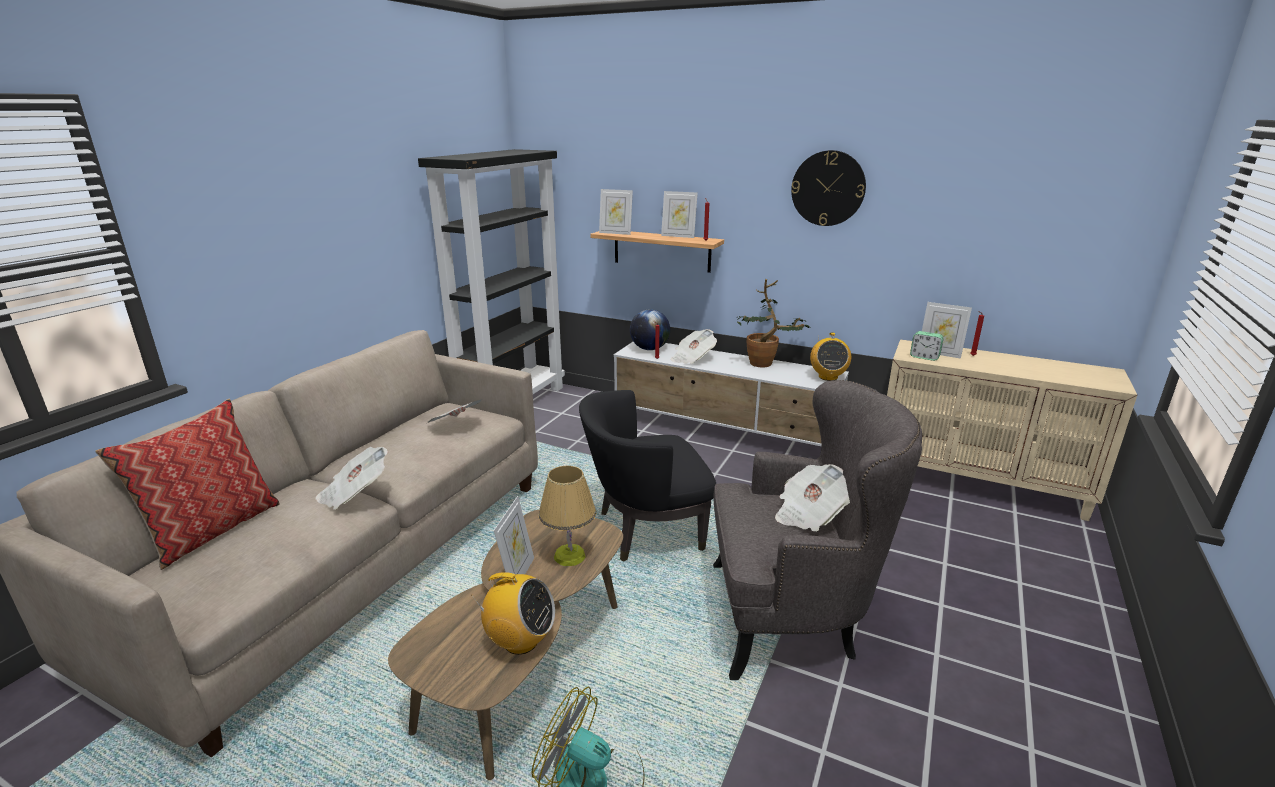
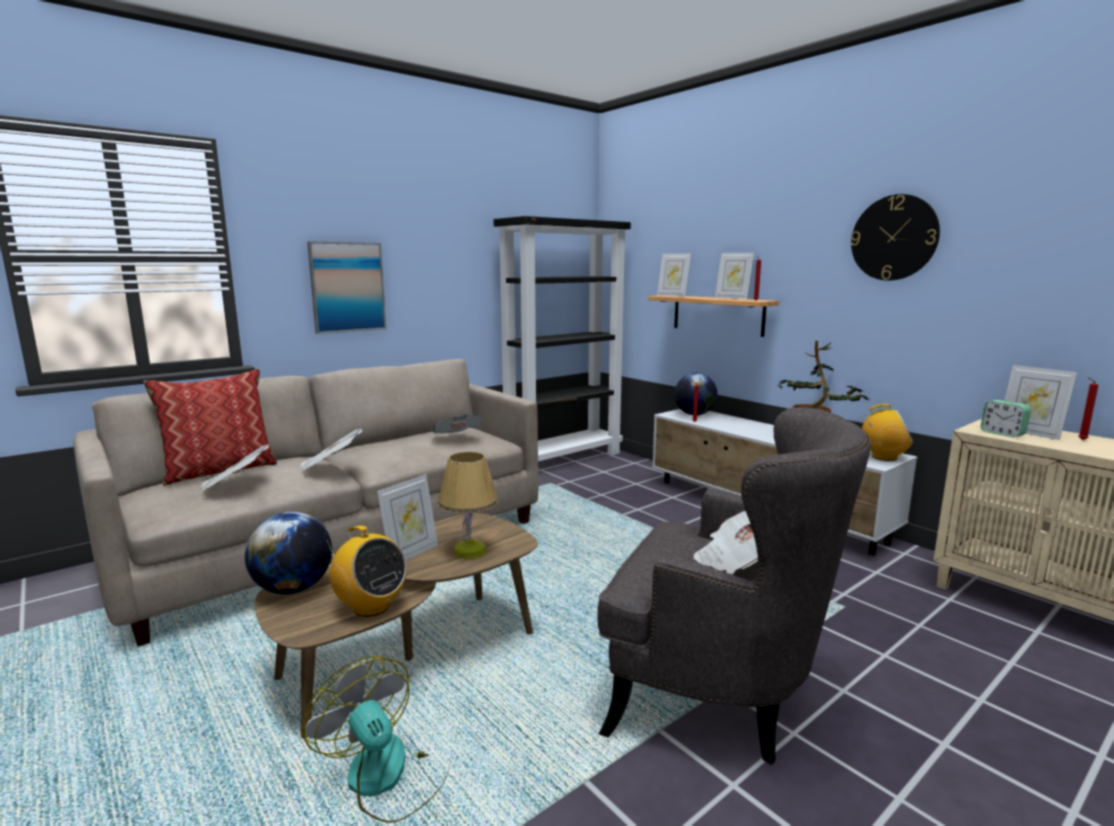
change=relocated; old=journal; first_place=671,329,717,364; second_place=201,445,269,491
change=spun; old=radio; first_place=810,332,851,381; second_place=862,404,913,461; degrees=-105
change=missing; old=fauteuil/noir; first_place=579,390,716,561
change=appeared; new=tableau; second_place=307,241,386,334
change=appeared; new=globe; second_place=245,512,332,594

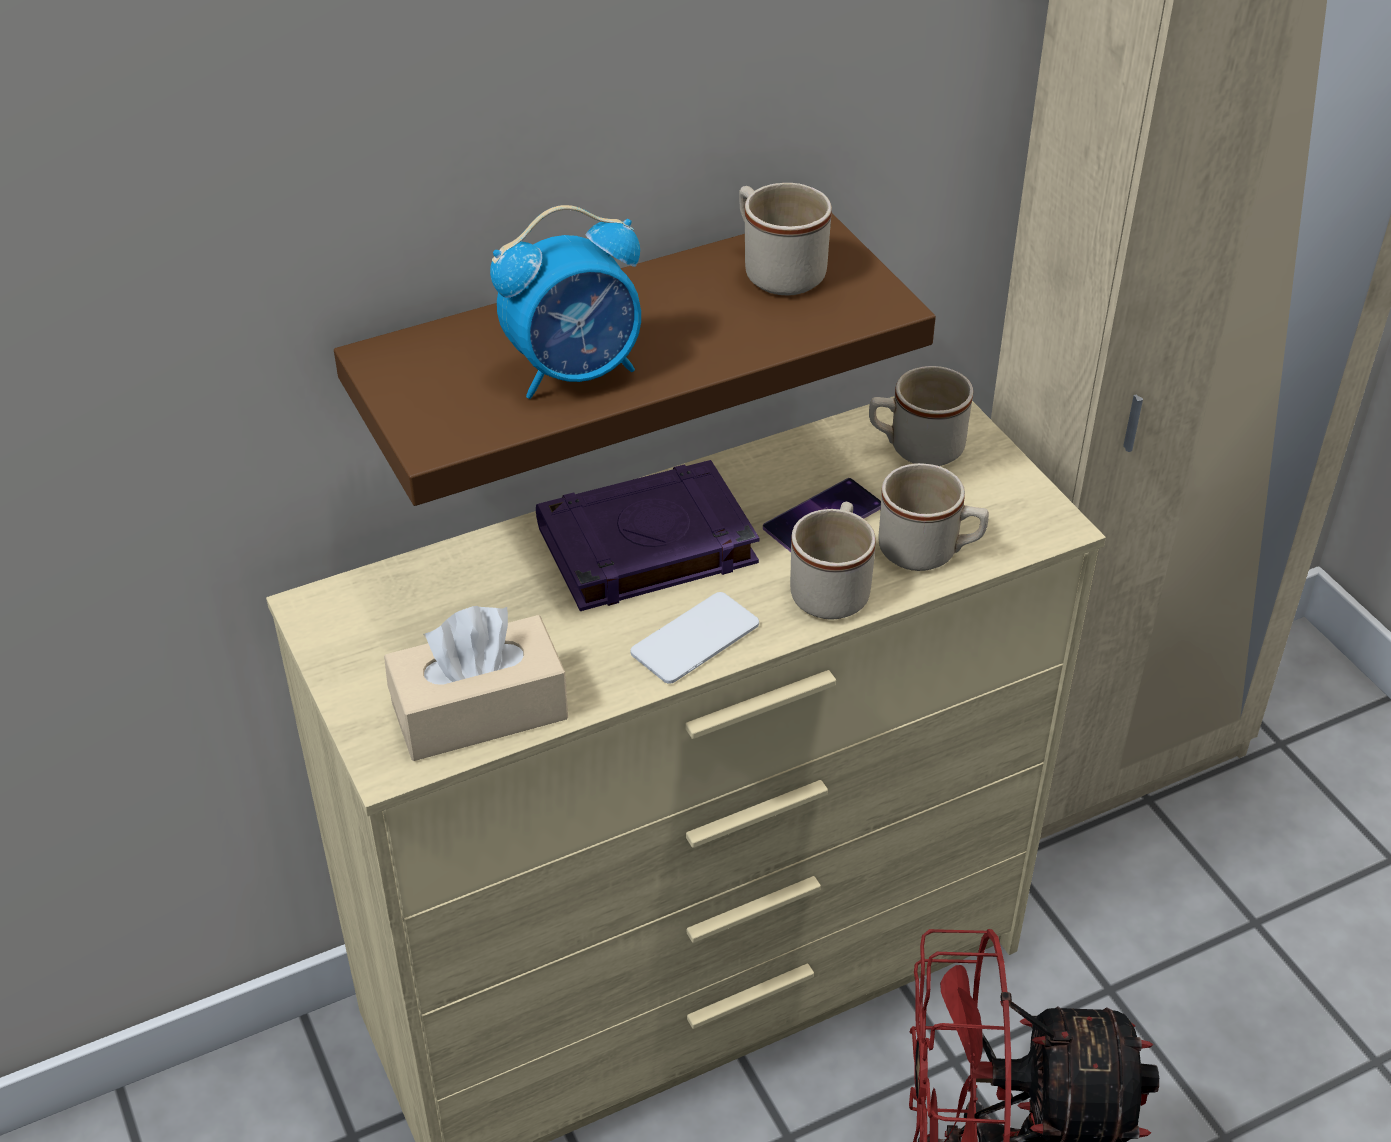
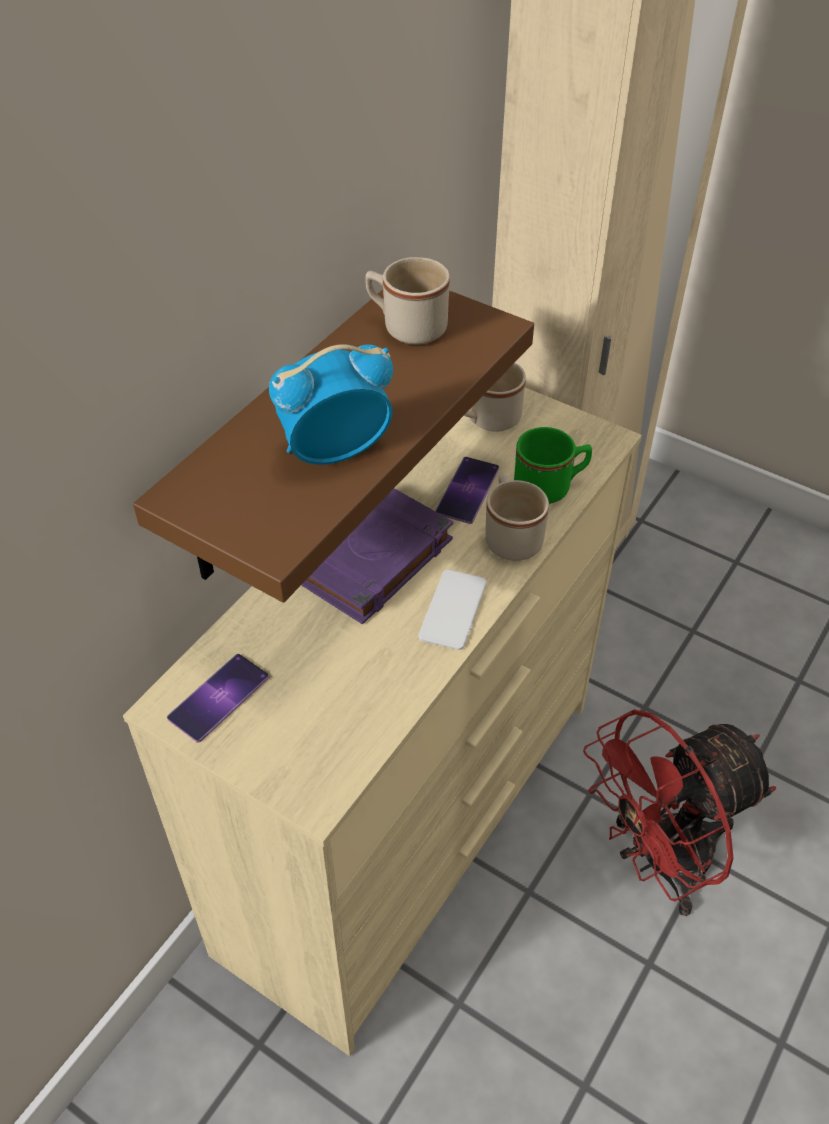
change=spun; old=réveil; first_place=490,205,641,399; second_place=269,344,393,465; degrees=-150
change=colour; old=mug/beige; new=mug/vert; first_place=879,463,989,571; second_place=514,427,592,504
change=missing; old=boîte à mouchoirs/beige; first_place=384,606,568,761
change=appeared; new=téléphone; second_place=167,654,269,742

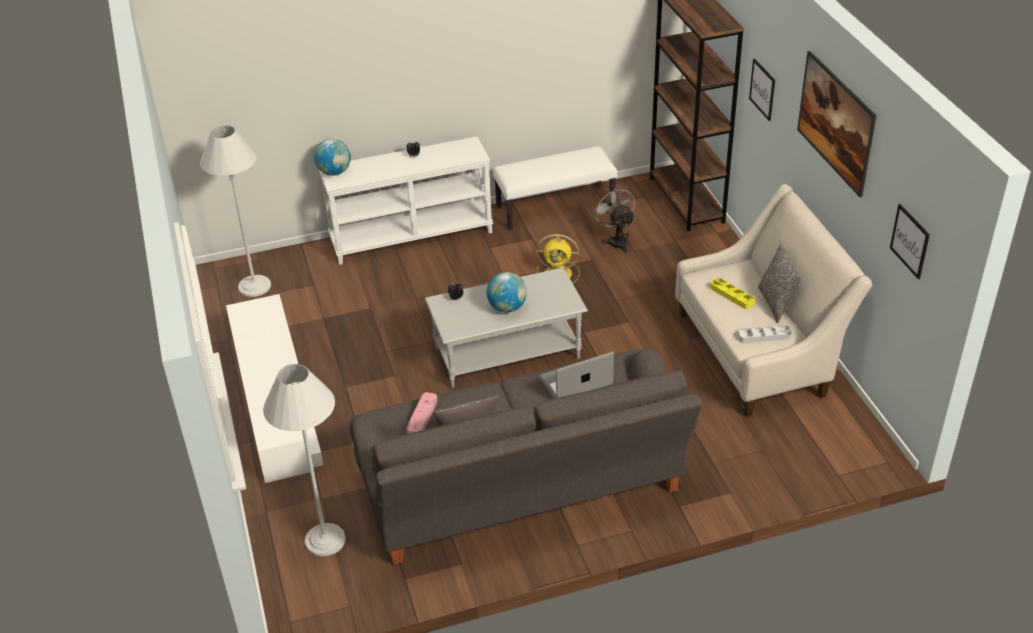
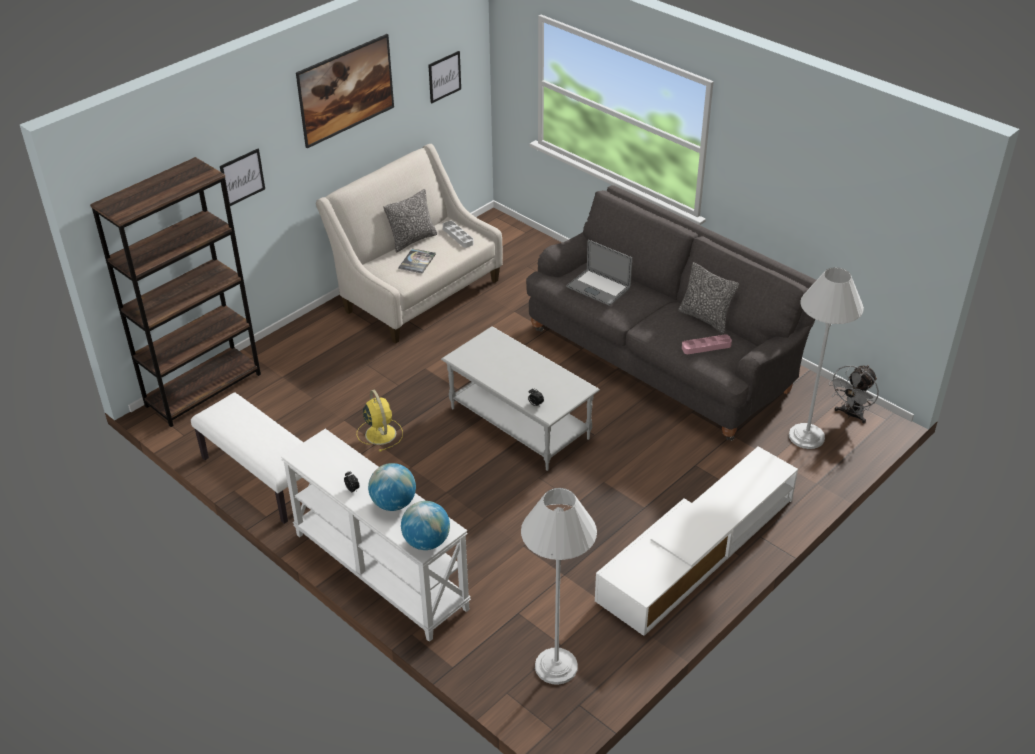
change=relocated; old=ventilateur/gris; first_place=592,185,635,253; second_place=829,365,879,424
change=relocated; old=globe; first_place=487,272,527,313; second_place=368,463,416,511
change=exchanged; old=plateau/jaune; new=livre; first_place=710,278,755,309; second_place=398,249,436,273

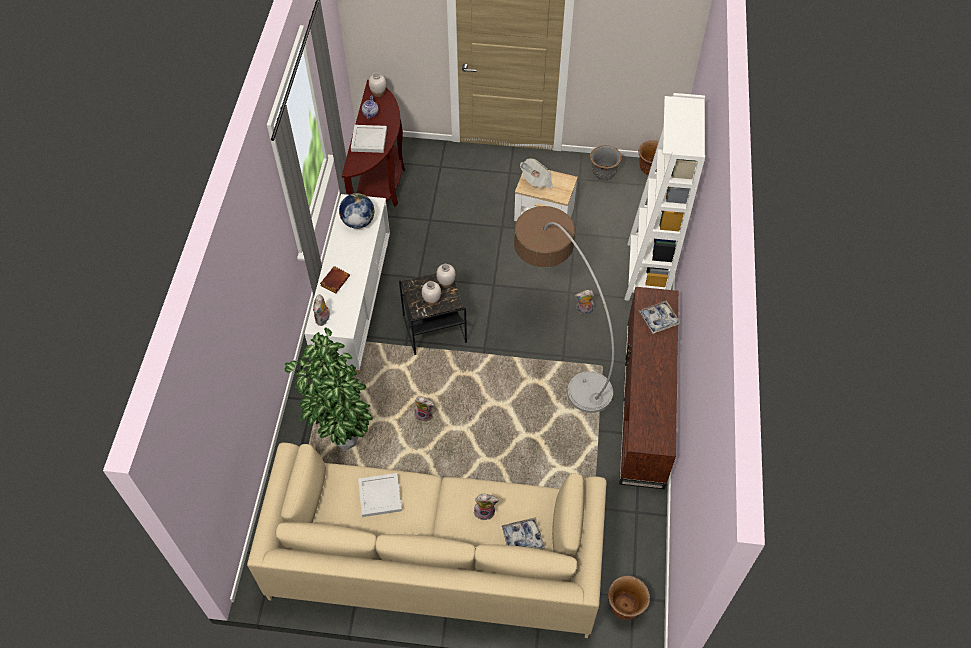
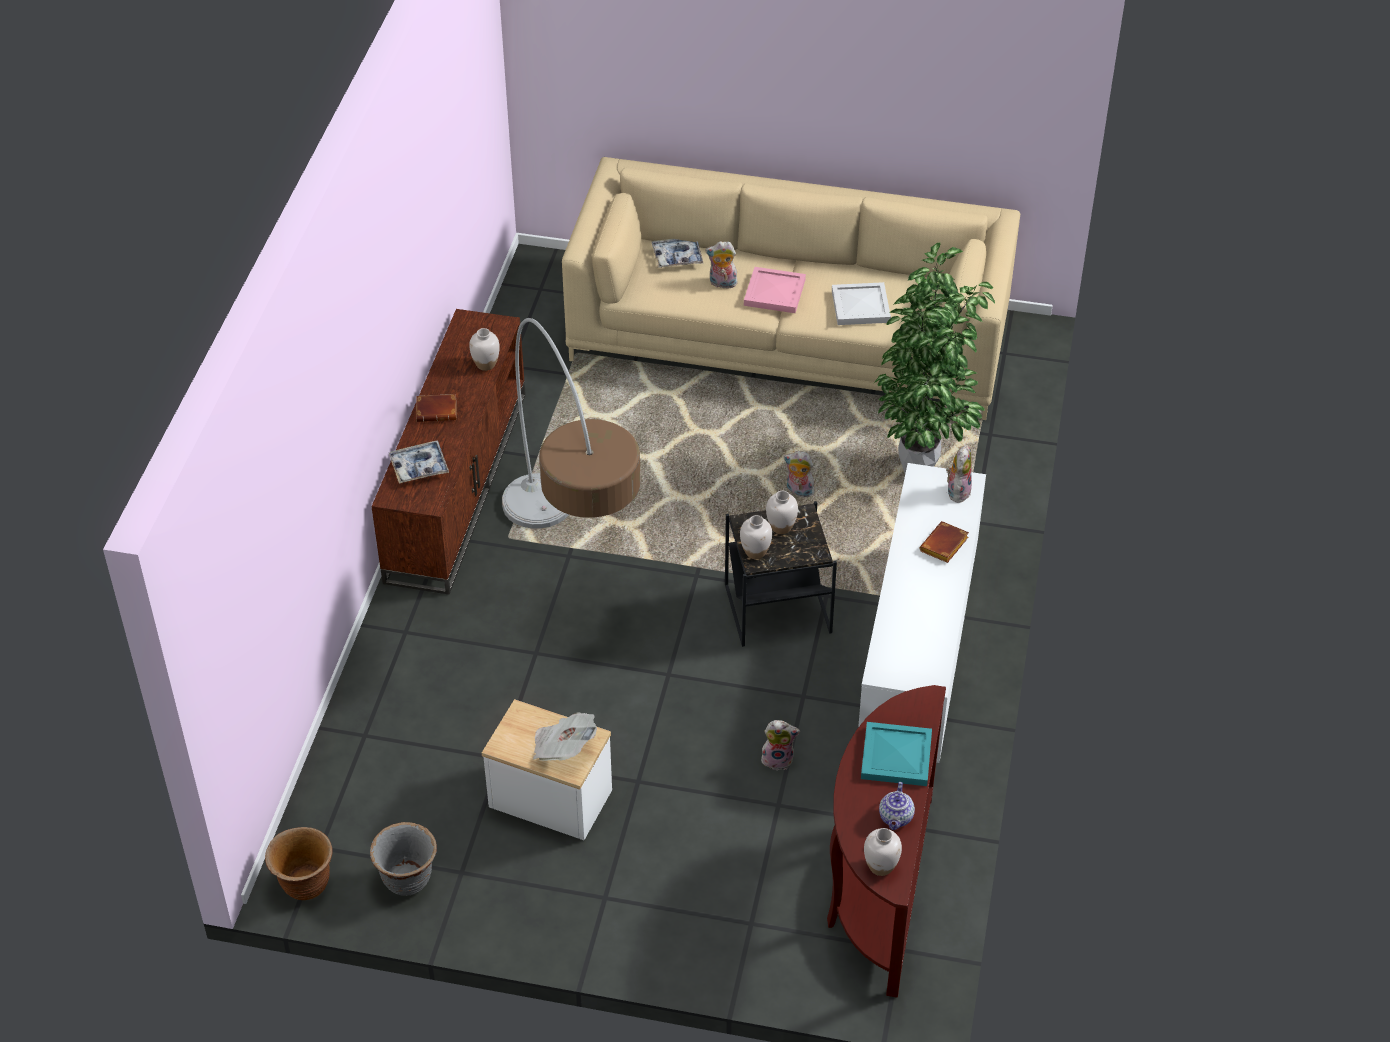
change=missing; old=bibliothèque/blanc; first_place=624,93,705,301
change=colour; old=plateau/blanc; new=plateau/turquoise; first_place=351,125,387,153; second_place=861,722,932,786
change=missing; old=globe; first_place=339,193,374,229
change=relocated; old=peluche; first_place=575,290,594,314; second_place=761,720,800,770
change=missing; old=cache-pot/marron; first_place=608,576,650,620
change=appeared; new=plateau/rose; second_place=744,267,806,313
change=appeared; new=vase/blanc; second_place=469,328,500,371
change=appeared; new=livre/marron; second_place=416,394,457,422

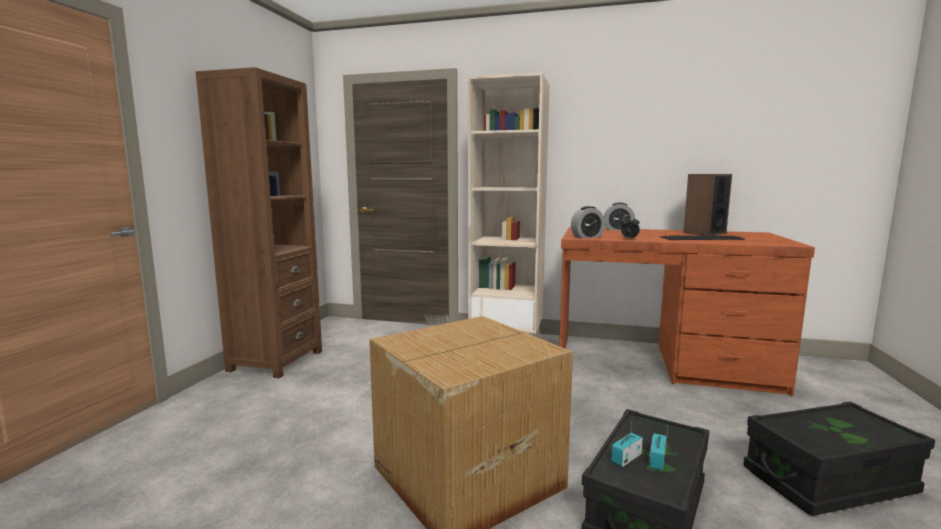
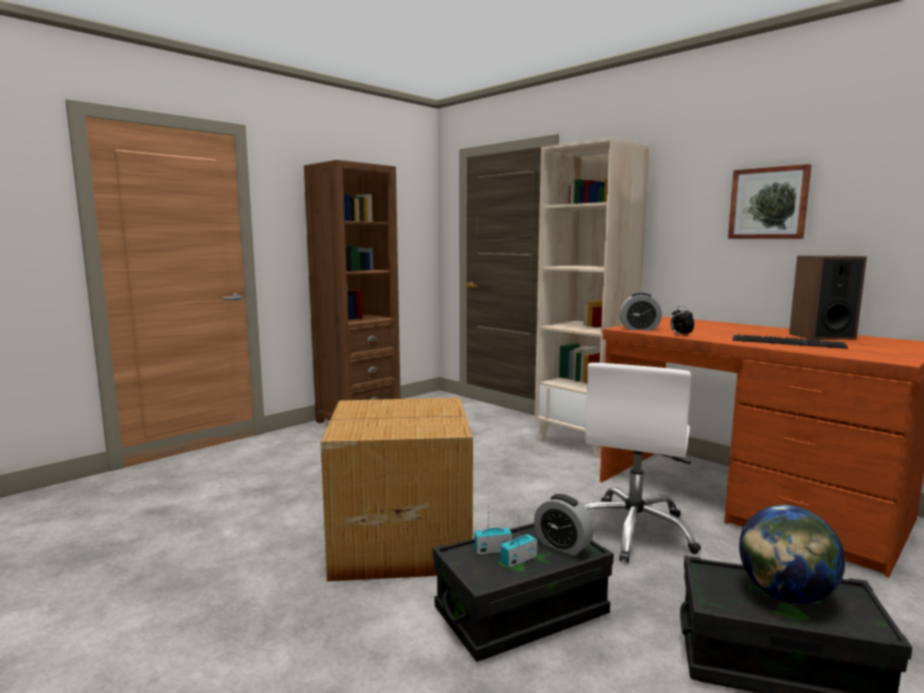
change=relocated; old=réveil; first_place=604,203,635,230; second_place=534,494,594,556
change=appeared; new=tableau; second_place=728,164,812,239
change=appeared; new=chaise de bureau/blanc; second_place=584,363,701,563
change=appeared; new=globe; second_place=739,505,845,604

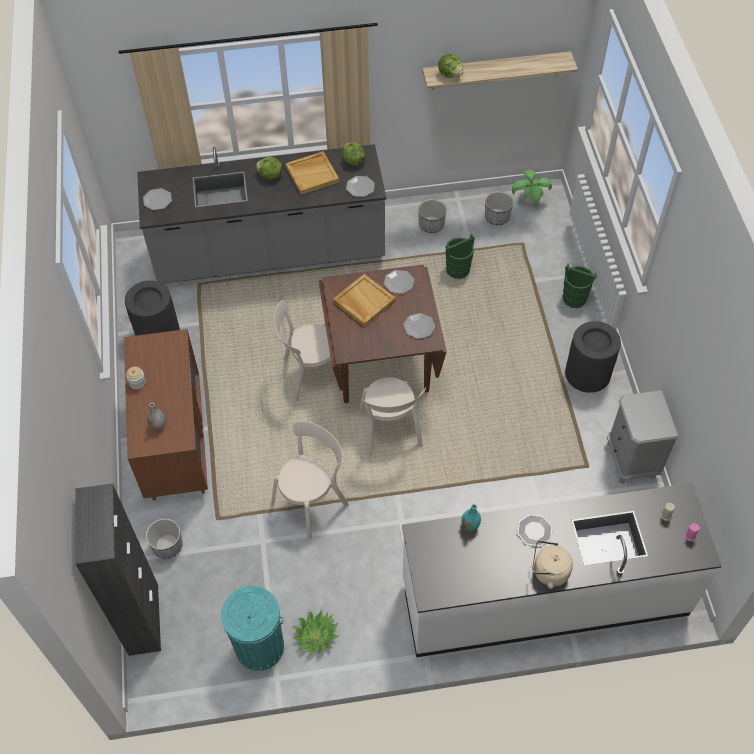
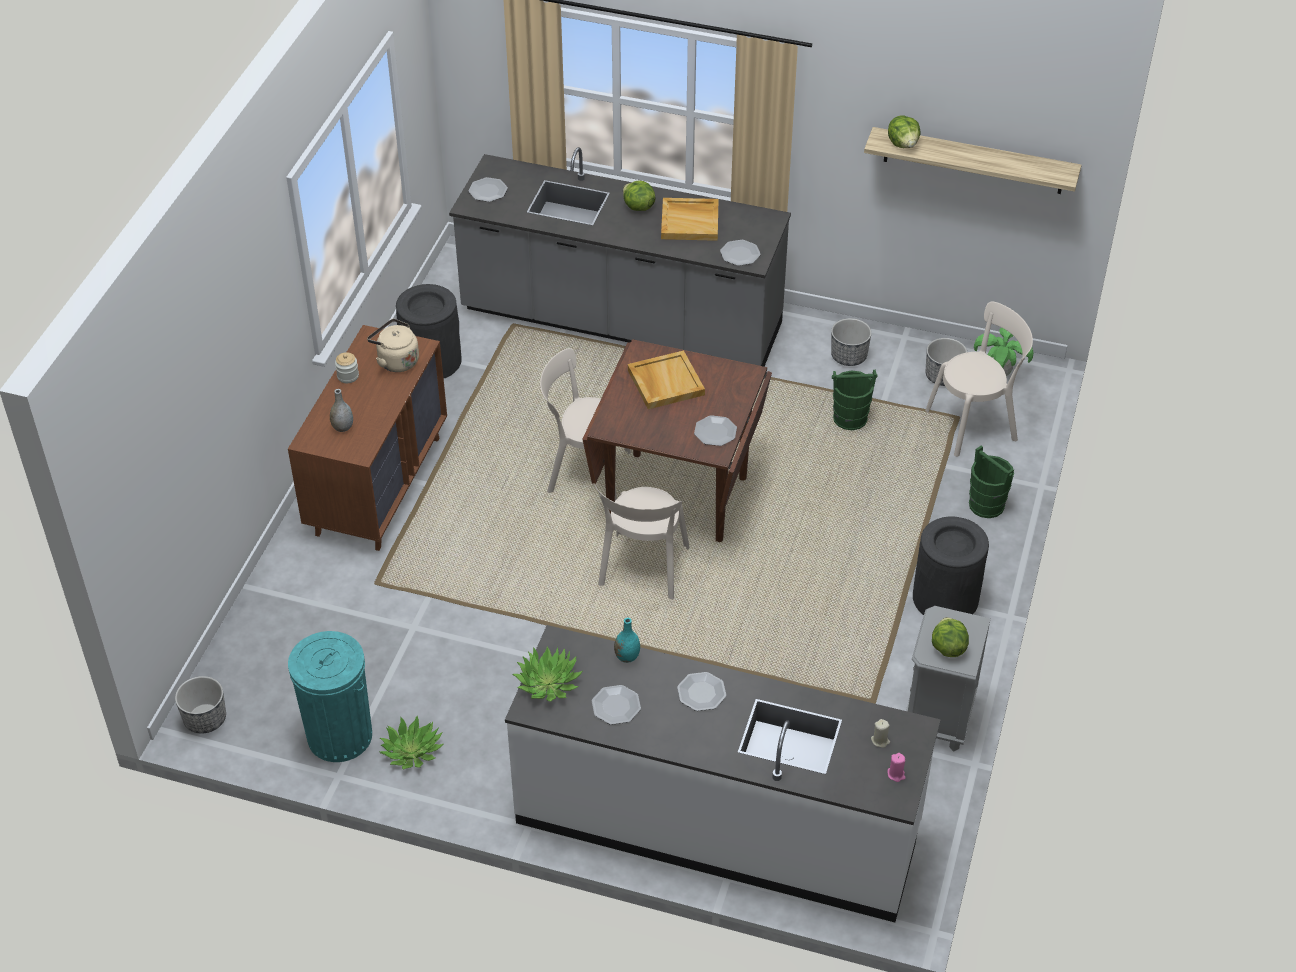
change=relocated; old=laitue; first_place=342,142,366,166; second_place=932,617,969,657
change=relocated; old=assiette; first_place=384,270,414,294; second_place=592,685,641,725
change=relocated; old=chaise/beige; first_place=271,421,349,540; second_place=925,302,1033,457
change=missing; old=meuble de rangement/noir; first_place=75,483,161,656
change=relocated; old=cache-pot; first_place=146,518,183,559; second_place=175,676,226,734
change=relocated; old=bouilloire/beige; first_place=532,541,573,589; second_place=367,319,419,372
change=appeared; new=plante en pot; second_place=512,646,583,702

